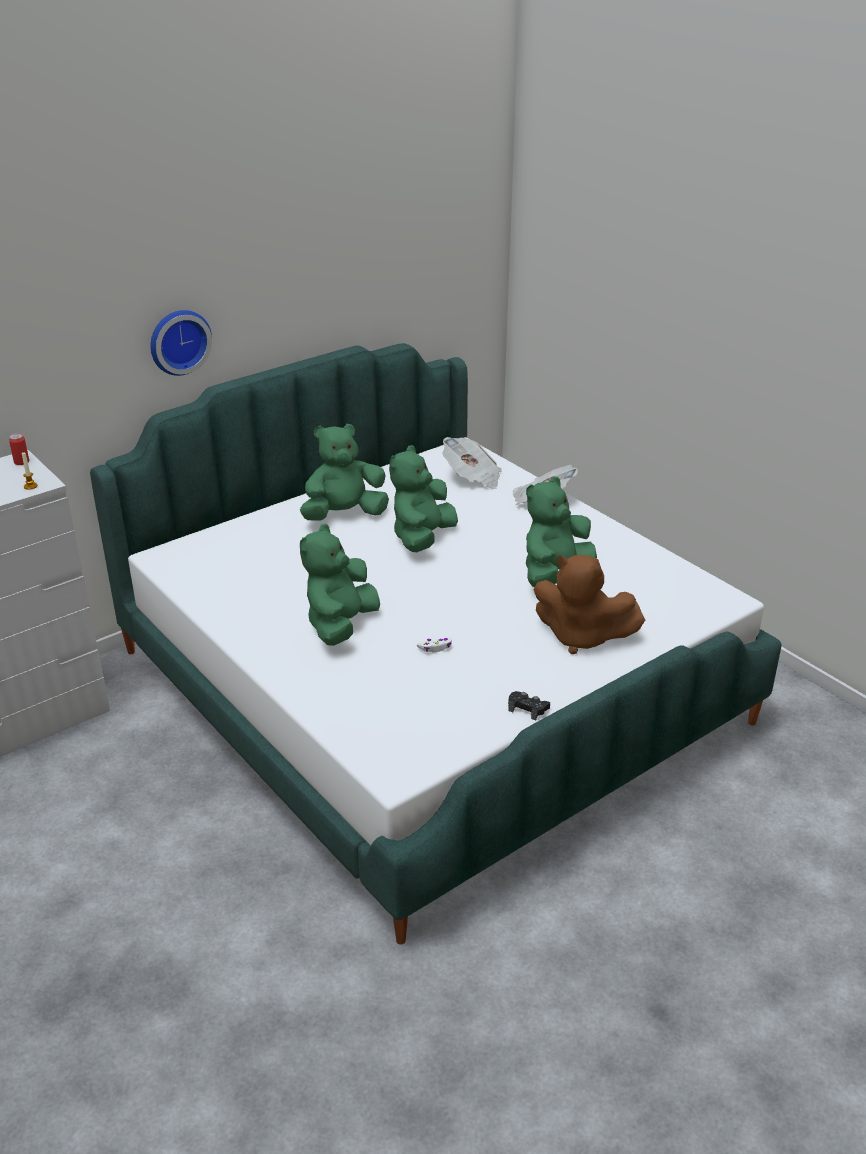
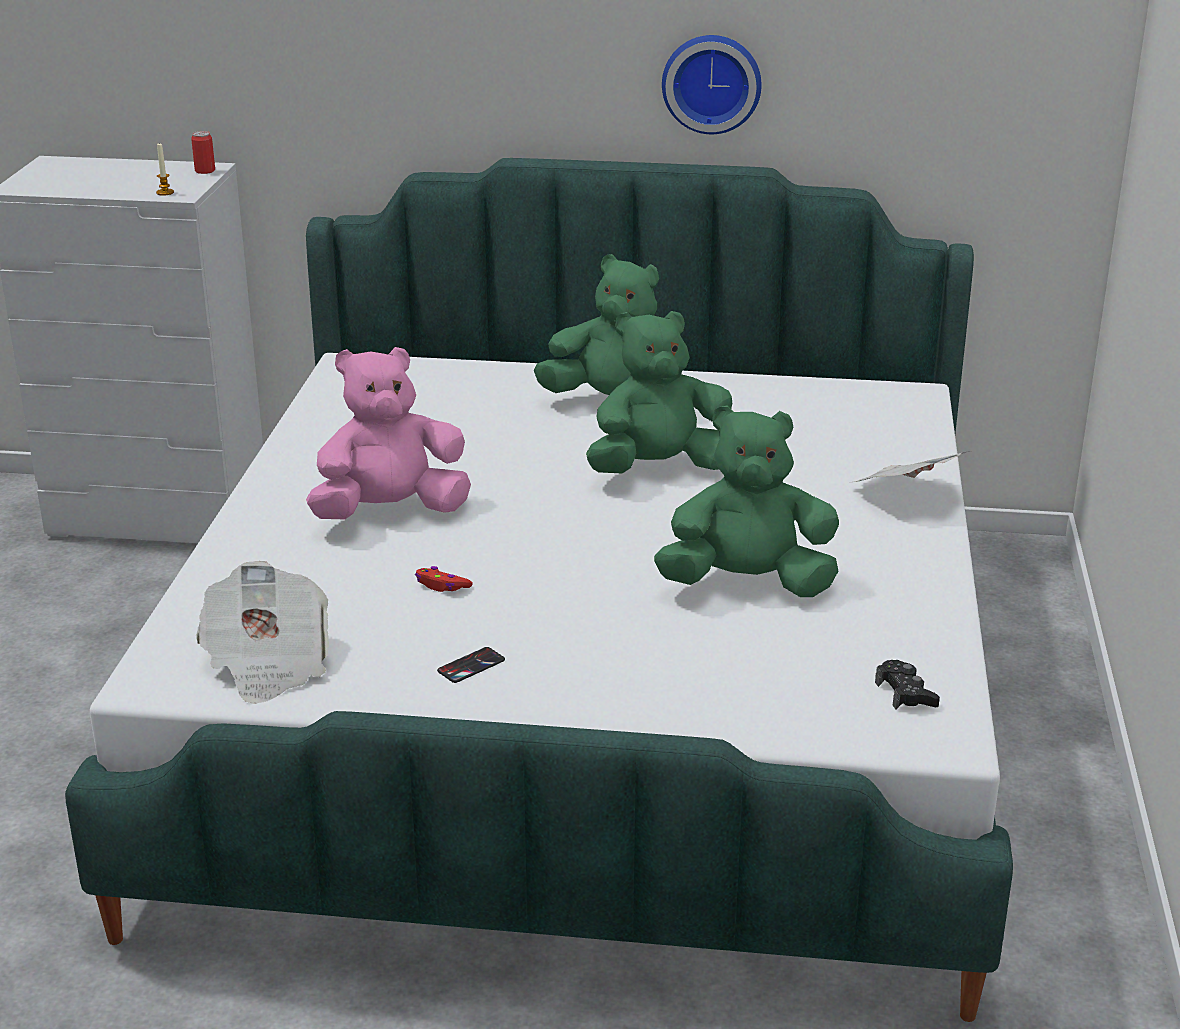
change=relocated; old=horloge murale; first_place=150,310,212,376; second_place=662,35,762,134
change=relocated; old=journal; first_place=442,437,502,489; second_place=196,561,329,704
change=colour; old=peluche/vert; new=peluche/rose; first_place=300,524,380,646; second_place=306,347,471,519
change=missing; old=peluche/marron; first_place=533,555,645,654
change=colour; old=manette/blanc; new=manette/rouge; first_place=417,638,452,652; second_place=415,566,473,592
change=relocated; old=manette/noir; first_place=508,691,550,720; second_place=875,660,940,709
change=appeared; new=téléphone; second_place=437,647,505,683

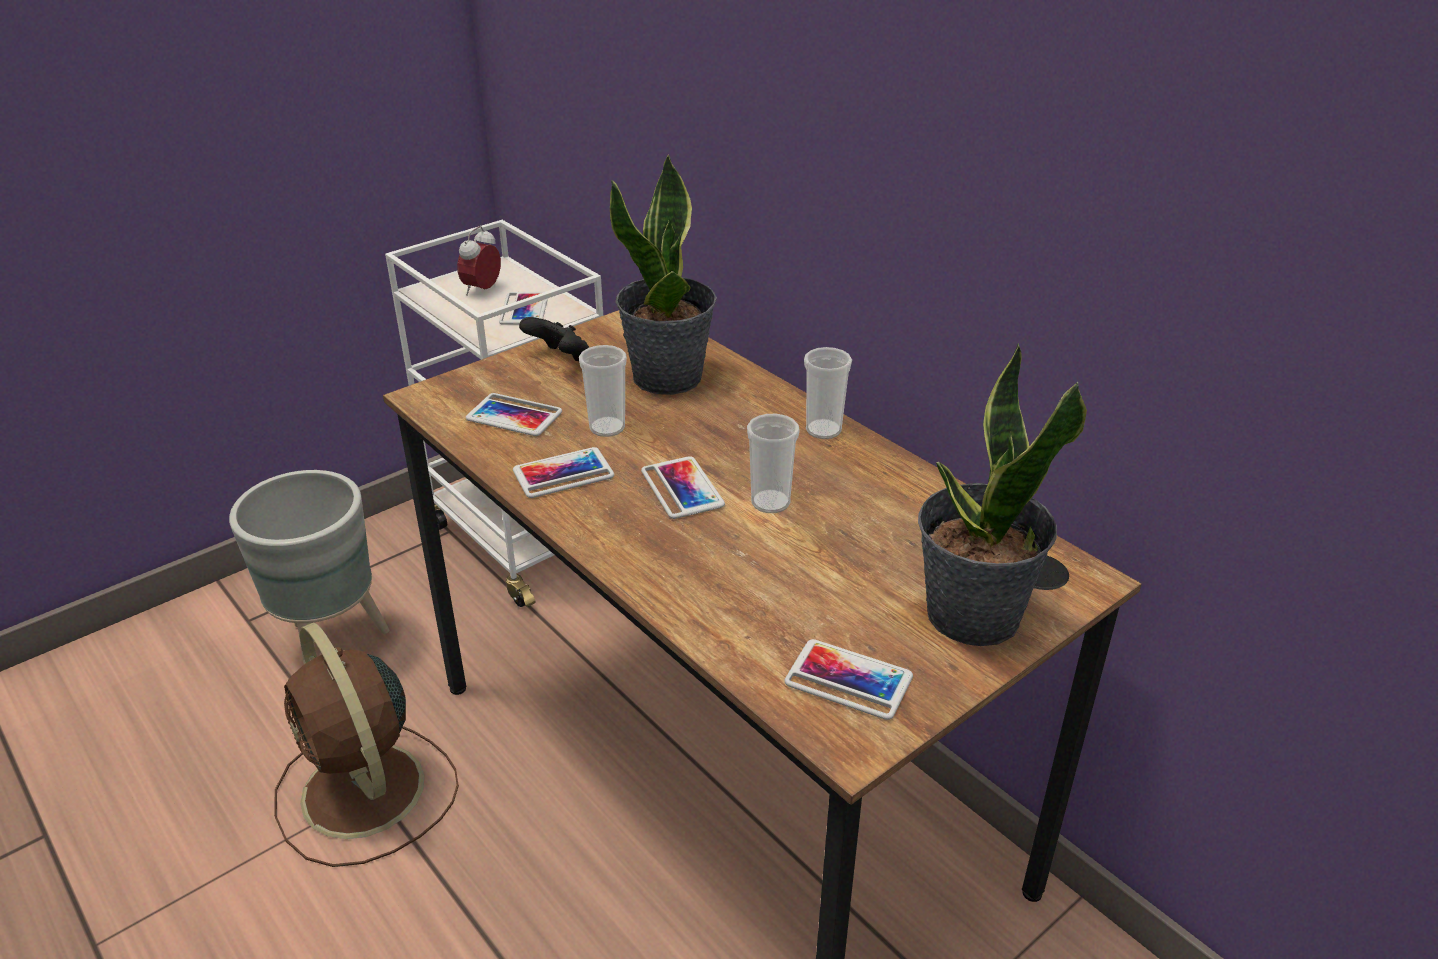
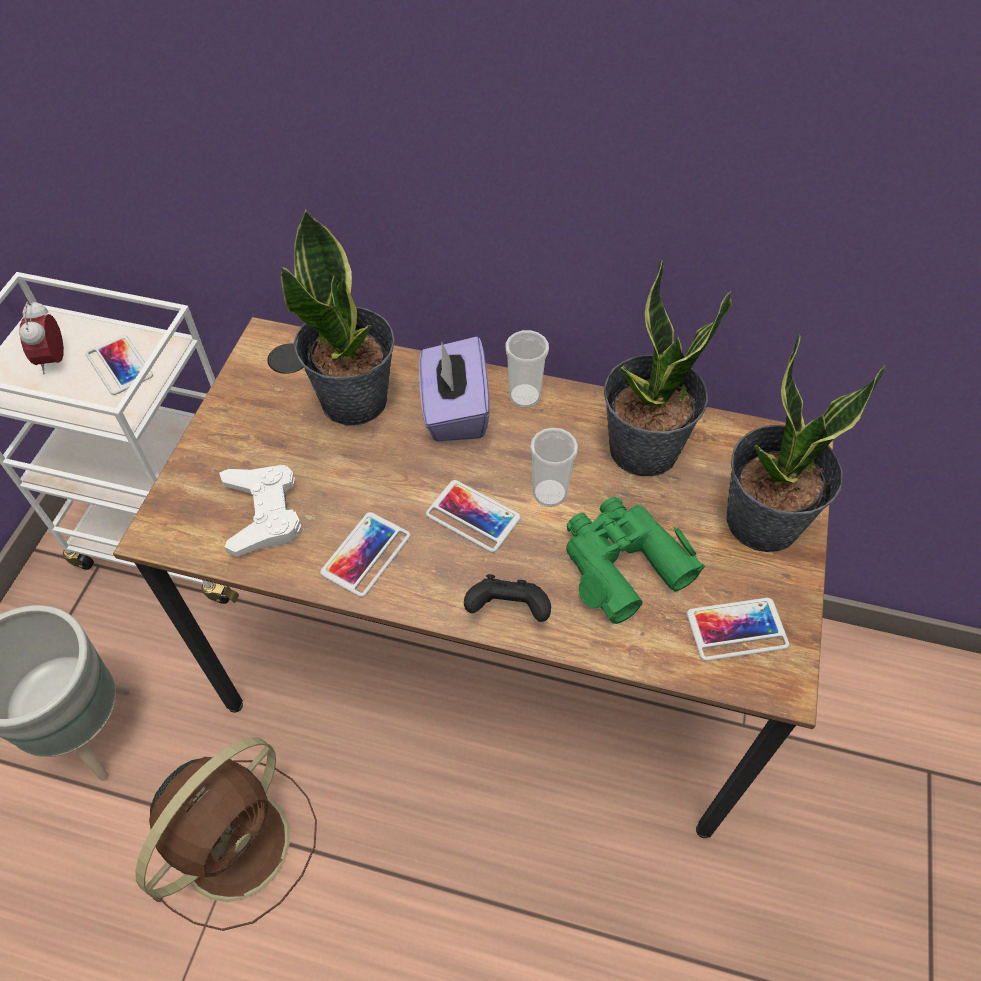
change=relocated; old=manette/noir; first_place=519,317,589,361; second_place=464,574,551,622
change=missing; old=tasse; first_place=579,345,627,437
change=exchanged; old=téléphone; new=manette/blanc; first_place=466,393,562,436; second_place=219,465,301,556
change=spun; old=ventilateur/marron; first_place=274,623,459,867; second_place=135,737,317,931; degrees=-75
change=appeared; new=plante en pot; second_place=604,259,733,476
change=appeared; new=boîte à mouchoirs/violet; second_place=419,337,490,441
change=appeared; new=jumelles/vert; second_place=566,497,705,624

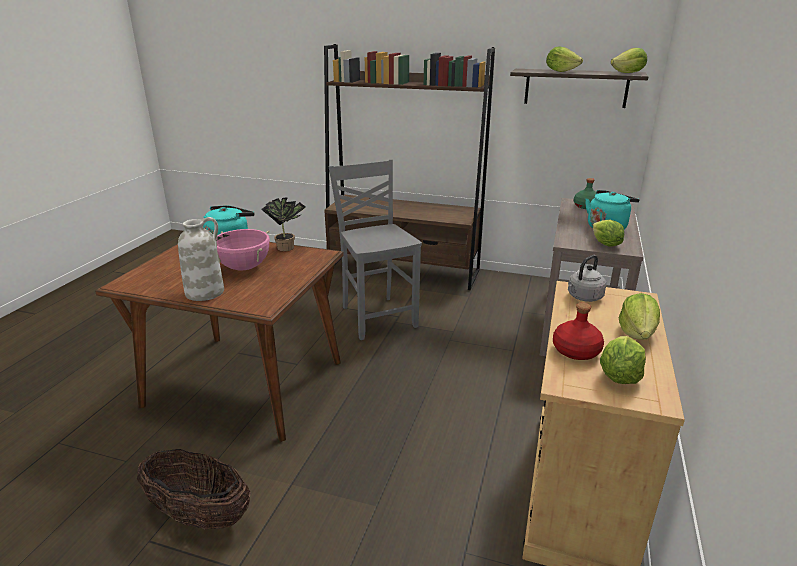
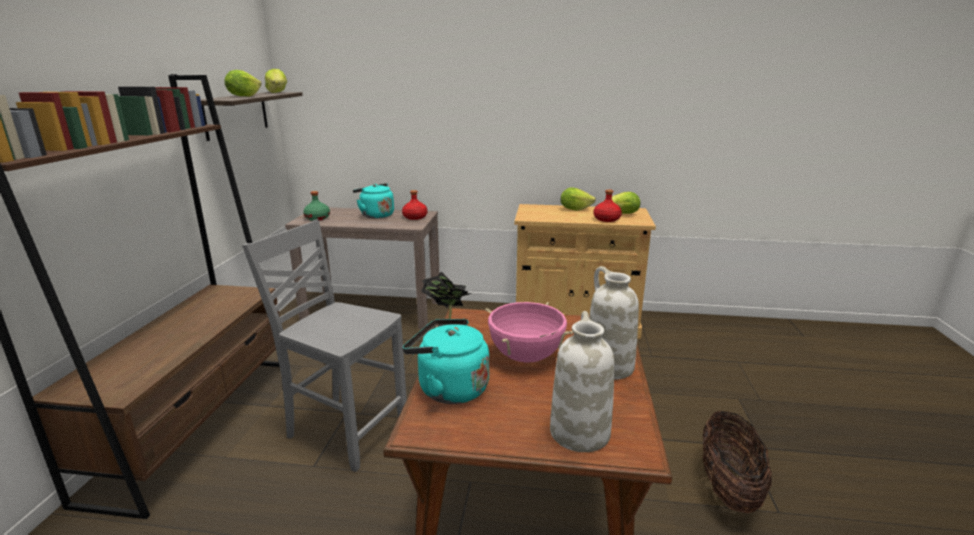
change=spun; old=chaise/gris; first_place=329,160,422,340; second_place=242,219,407,472; degrees=60
change=exchanged; old=laitue; new=bouteille/rouge; first_place=593,219,624,247; second_place=402,190,427,220
change=missing; old=bouilloire/gris; first_place=568,255,607,302
change=appeared; new=vase/blanc; second_place=550,311,615,452

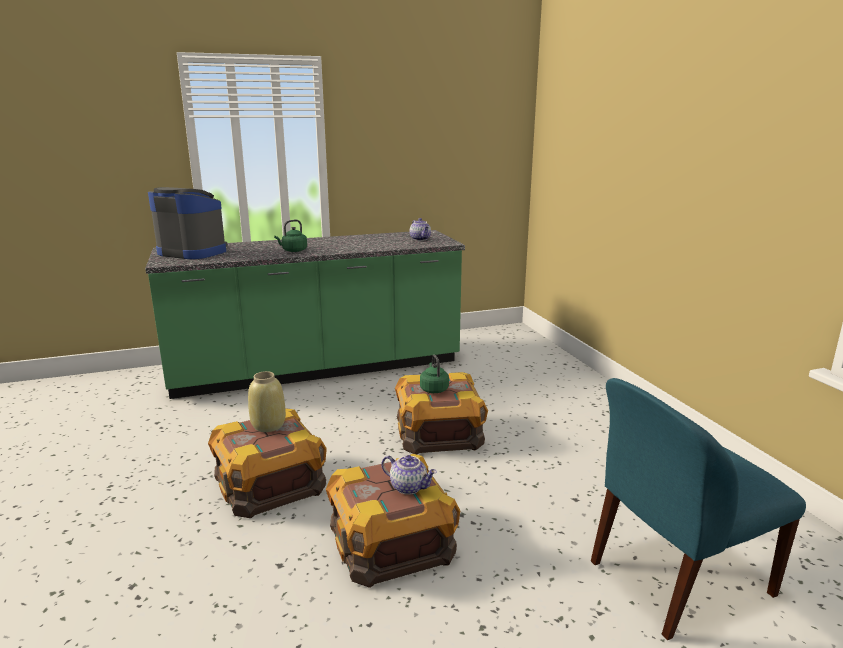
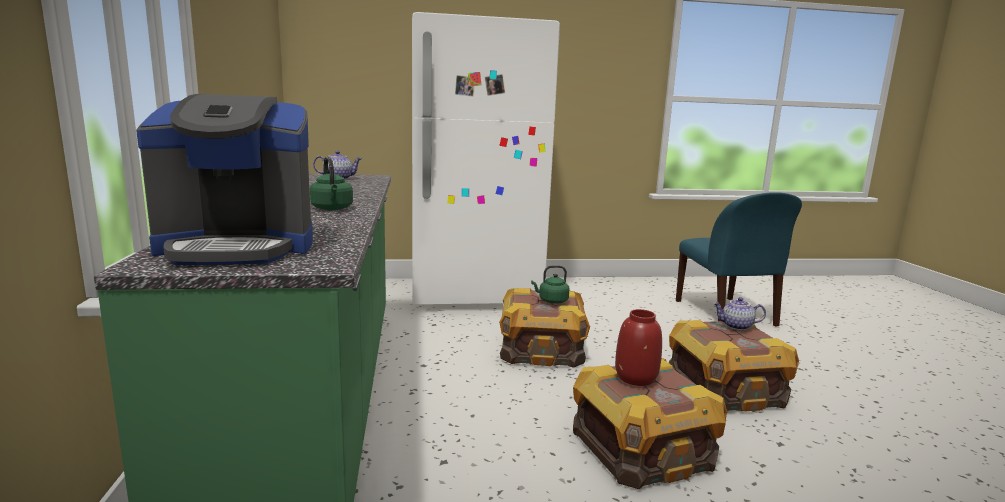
change=spun; old=machine à café; first_place=148,187,227,259; second_place=136,94,313,265; degrees=-135
change=colour; old=vase/beige; new=vase/rouge; first_place=248,371,286,432; second_place=615,309,662,386
change=spun; old=théière; first_place=381,455,437,495; second_place=713,297,766,330; degrees=-120
change=appeared; new=réfrigérateur/blanc; second_place=412,12,560,305

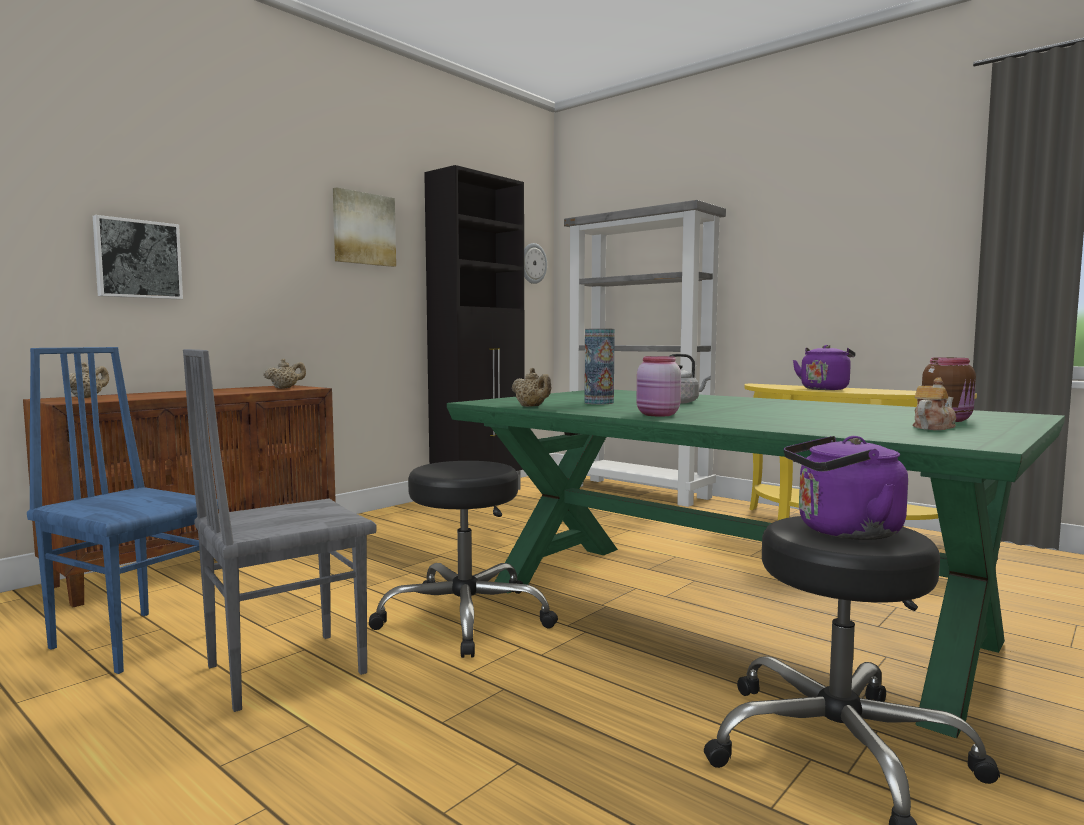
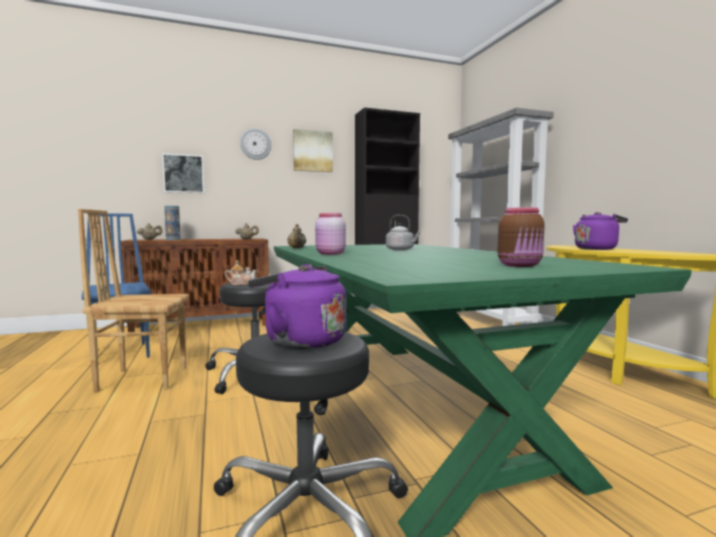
change=relocated; old=horloge murale; first_place=524,243,547,284; second_place=240,128,271,160
change=relocated; old=vase; first_place=584,329,615,404; second_place=164,206,181,240
change=colour; old=chaise/gris; new=chaise/marron; first_place=183,349,377,712; second_place=78,209,189,392
change=relocated; old=théière; first_place=912,377,956,430; second_place=225,260,257,285

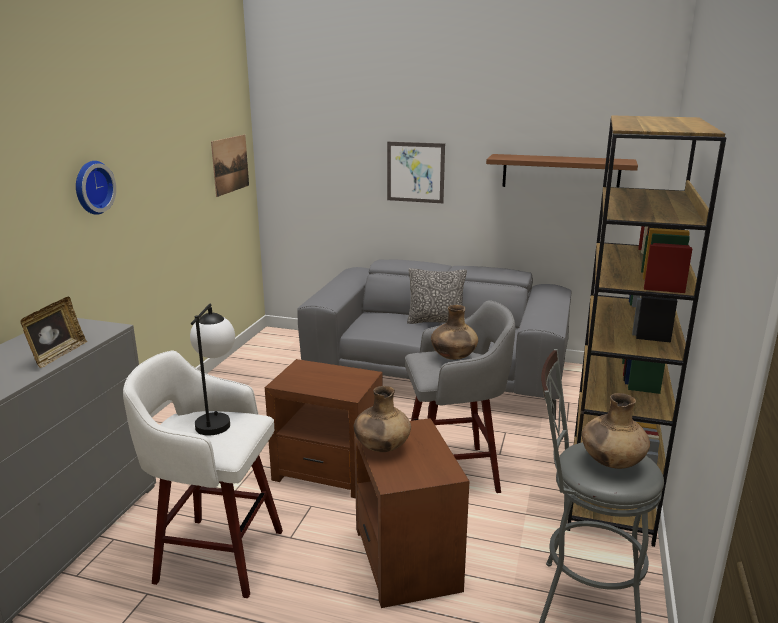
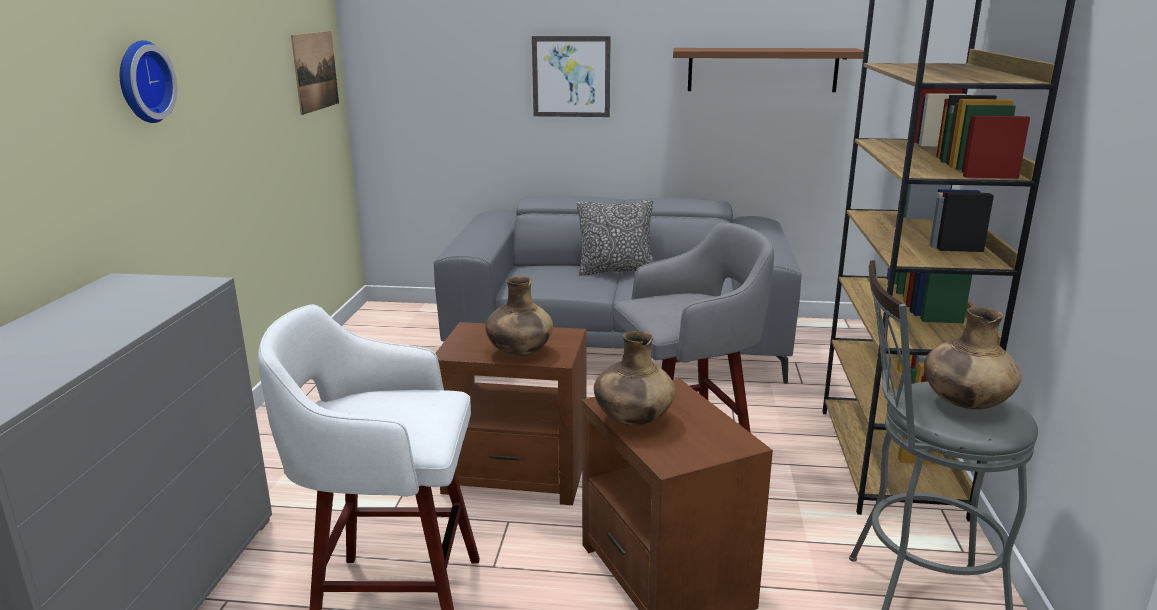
change=missing; old=cadre photo; first_place=20,296,87,368
change=missing; old=lampe de table; first_place=190,304,235,436
change=relocated; old=vase/marron; first_place=431,305,478,360; second_place=485,277,553,356

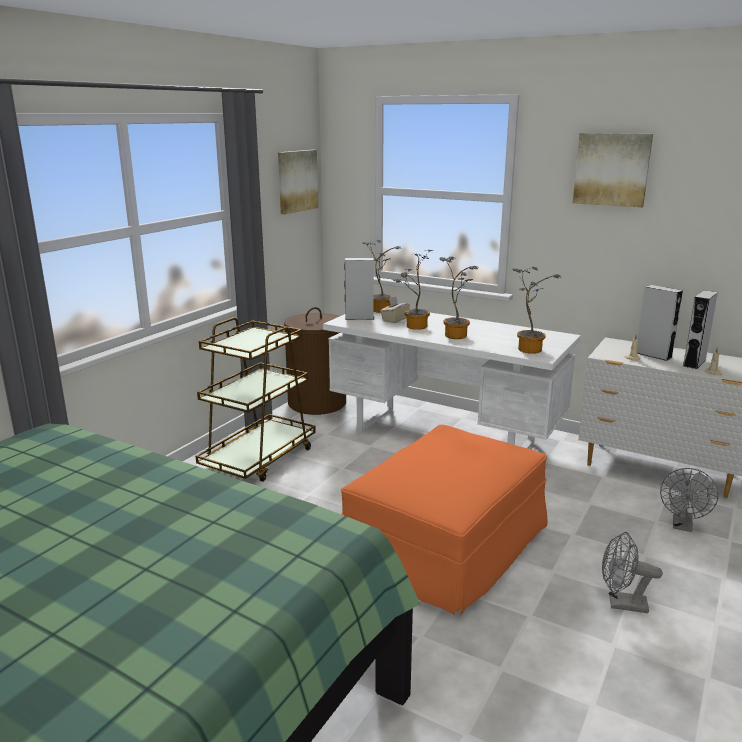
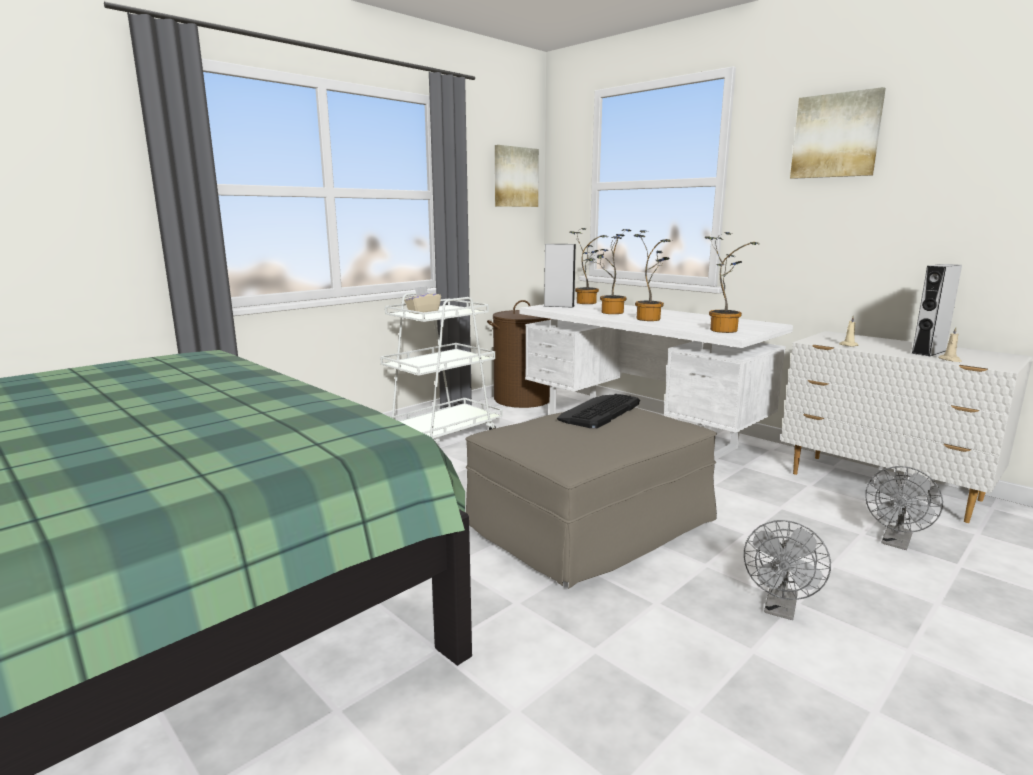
change=missing; old=enceinte/gris; first_place=637,285,683,361
change=relocated; old=boîte à mouchoirs/beige; first_place=380,297,410,323; second_place=405,286,441,314
change=colour; old=chariot/marron; new=chariot/blanc; first_place=196,317,316,482; second_place=380,291,503,444
change=colour; old=pouf/orange; new=pouf/beige; first_place=341,425,548,616; second_place=465,408,717,589
change=spun; old=ventilateur/gris; first_place=602,532,663,613; second_place=744,520,831,620; degrees=-90
change=appeared; new=clavier; second_place=557,394,640,428

